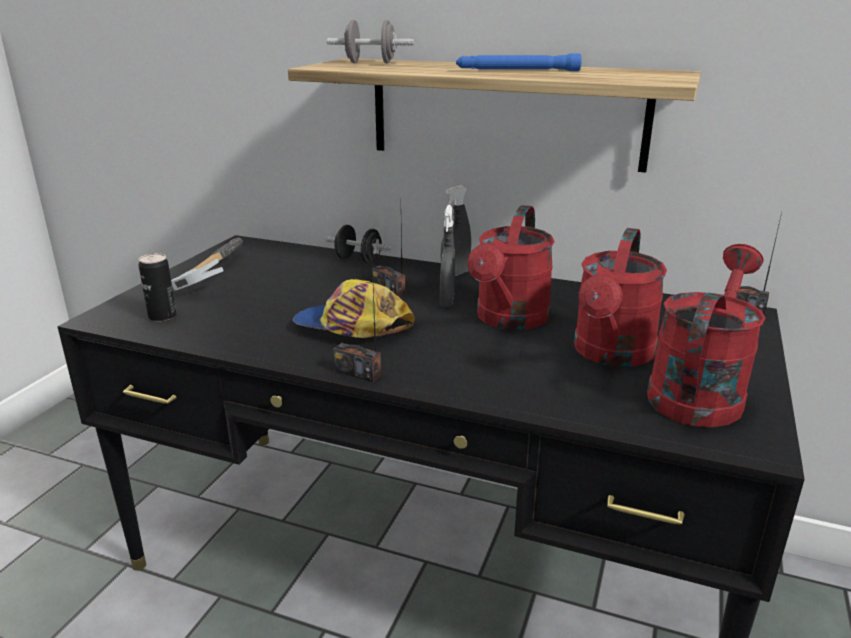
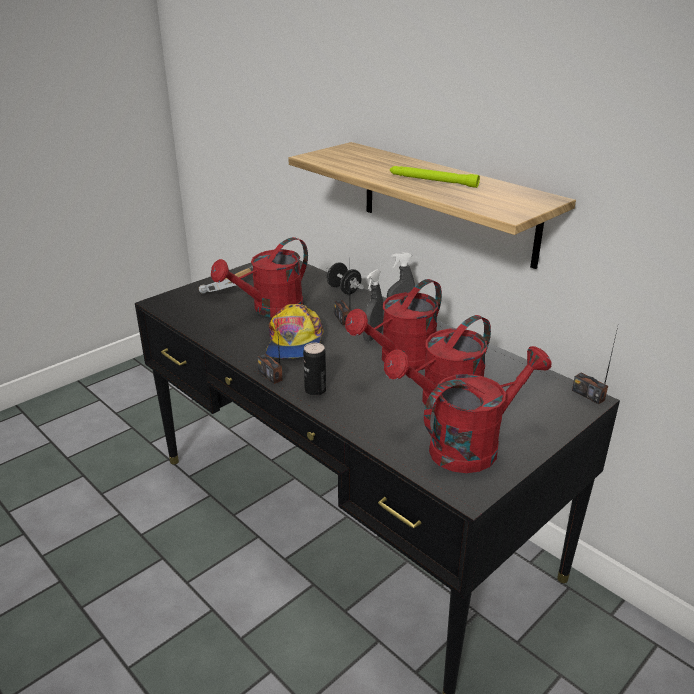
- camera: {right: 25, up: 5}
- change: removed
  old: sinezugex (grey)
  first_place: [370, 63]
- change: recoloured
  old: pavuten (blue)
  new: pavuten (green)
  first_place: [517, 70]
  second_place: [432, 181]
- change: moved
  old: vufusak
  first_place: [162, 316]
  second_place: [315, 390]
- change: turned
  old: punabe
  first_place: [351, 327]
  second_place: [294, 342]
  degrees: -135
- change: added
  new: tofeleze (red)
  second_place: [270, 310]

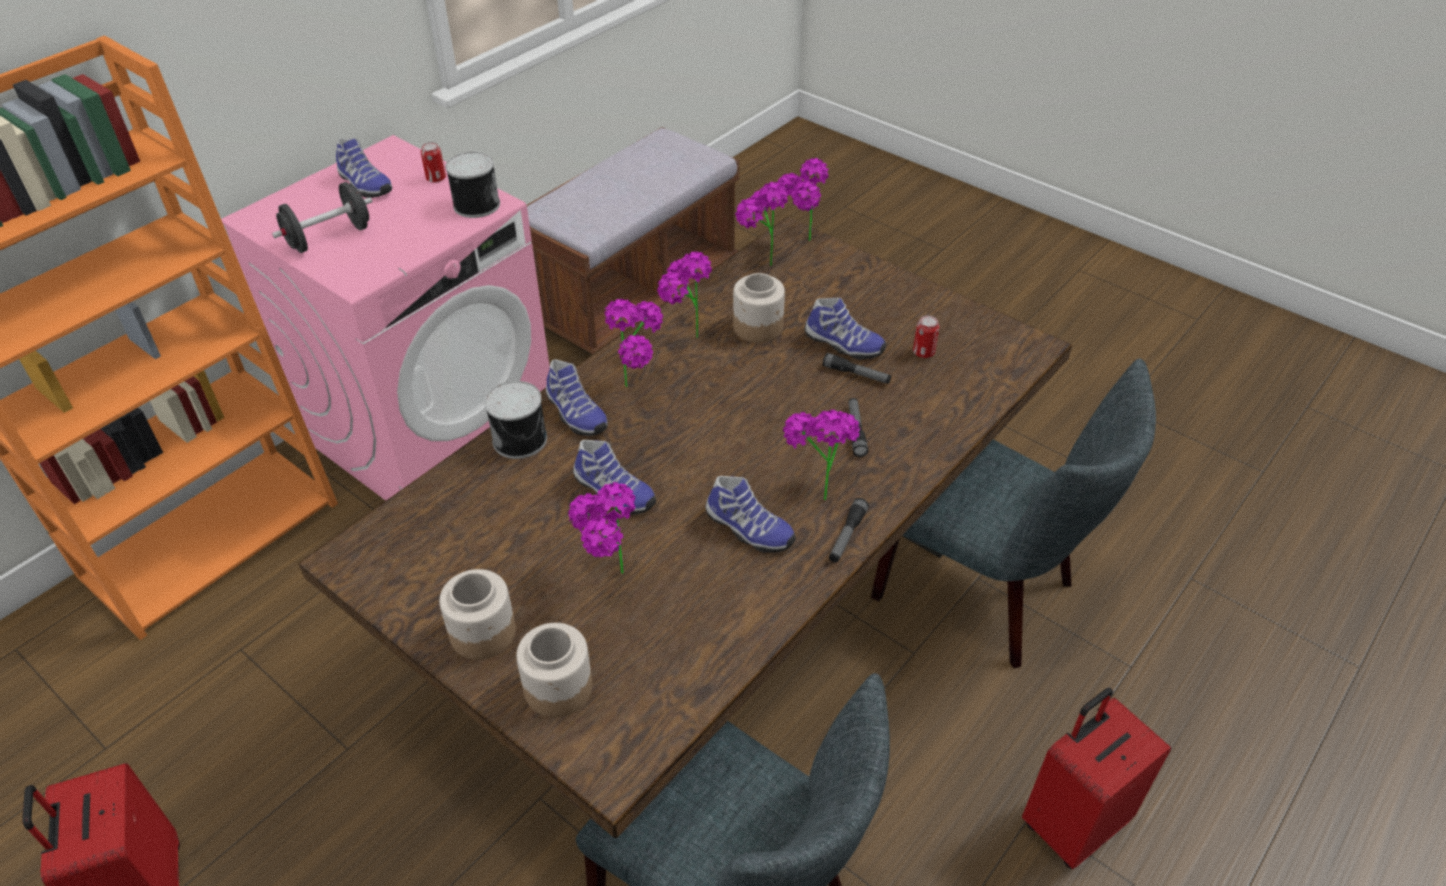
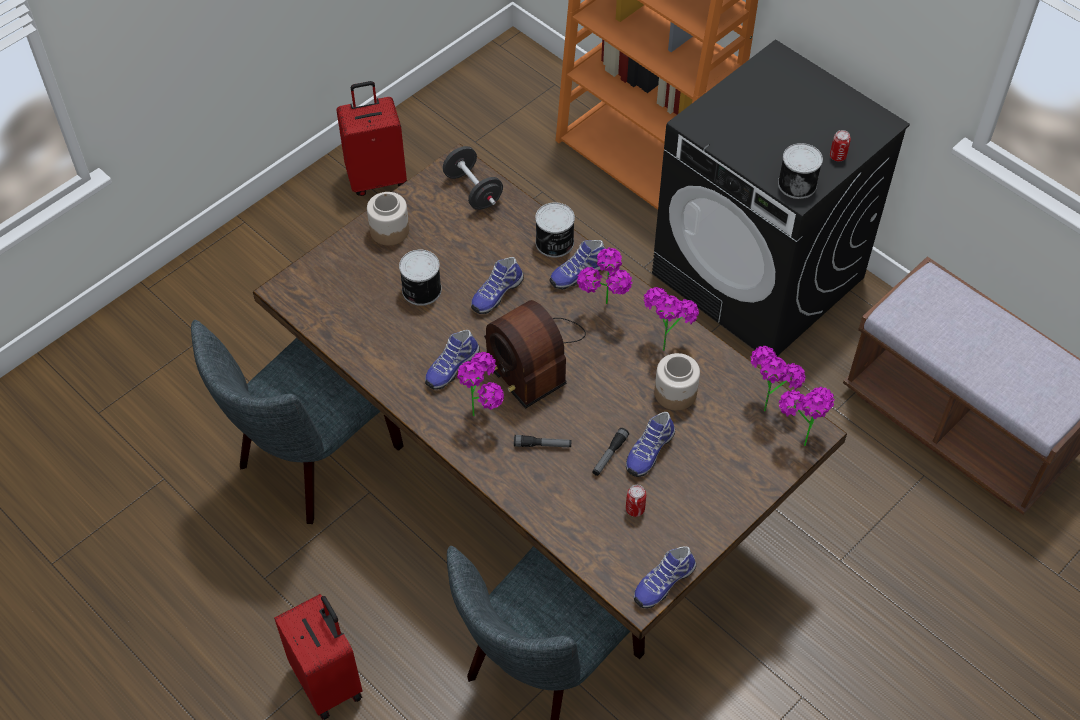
- camera: {right: 95, up: 10}
- change: recoloured
  old: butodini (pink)
  new: butodini (black)
  first_place: [432, 427]
  second_place: [759, 276]
- change: moved
  old: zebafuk
  first_place: [363, 185]
  second_place: [663, 582]
- change: moved
  old: sinezugex (black)
  first_place: [329, 237]
  second_place: [473, 190]
- change: replaced
  old: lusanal
  new: vufusak
  first_place: [608, 579]
  second_place: [420, 290]
- change: removed
  old: pavuten
  first_place: [847, 536]
- change: removed
  old: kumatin
  first_place: [559, 687]
- change: added
  new: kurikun
  second_place: [532, 356]

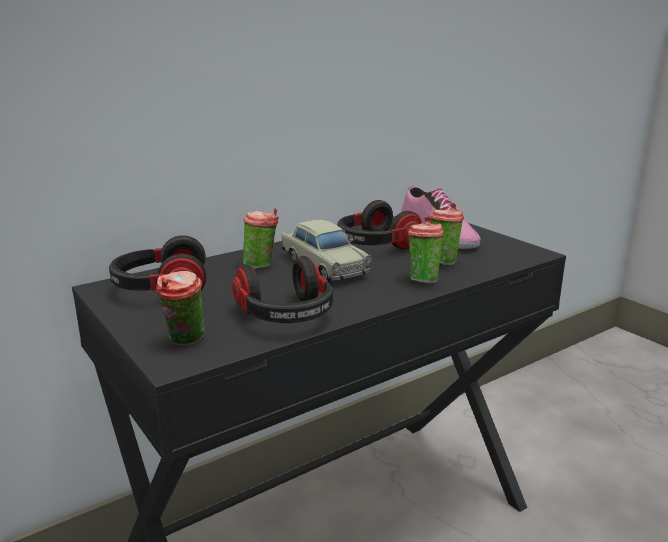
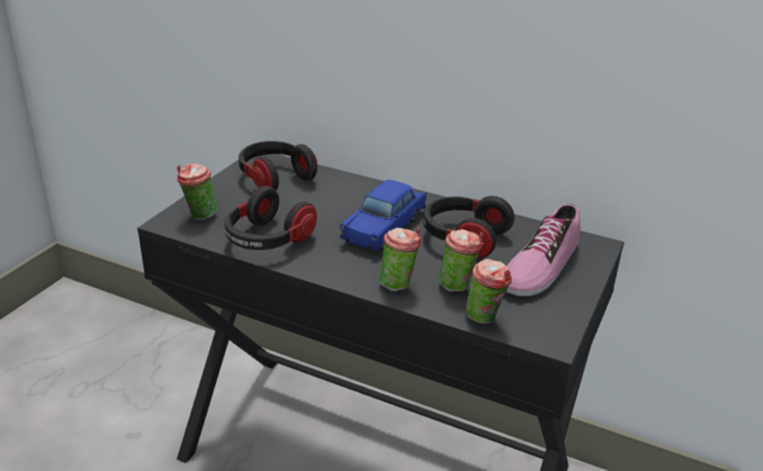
- camera: {right: 60, up: 10}
- change: moved
  old: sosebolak
  first_place: [261, 265]
  second_place: [486, 318]
- change: recoloured
  old: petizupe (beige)
  new: petizupe (blue)
  first_place: [324, 265]
  second_place: [385, 227]

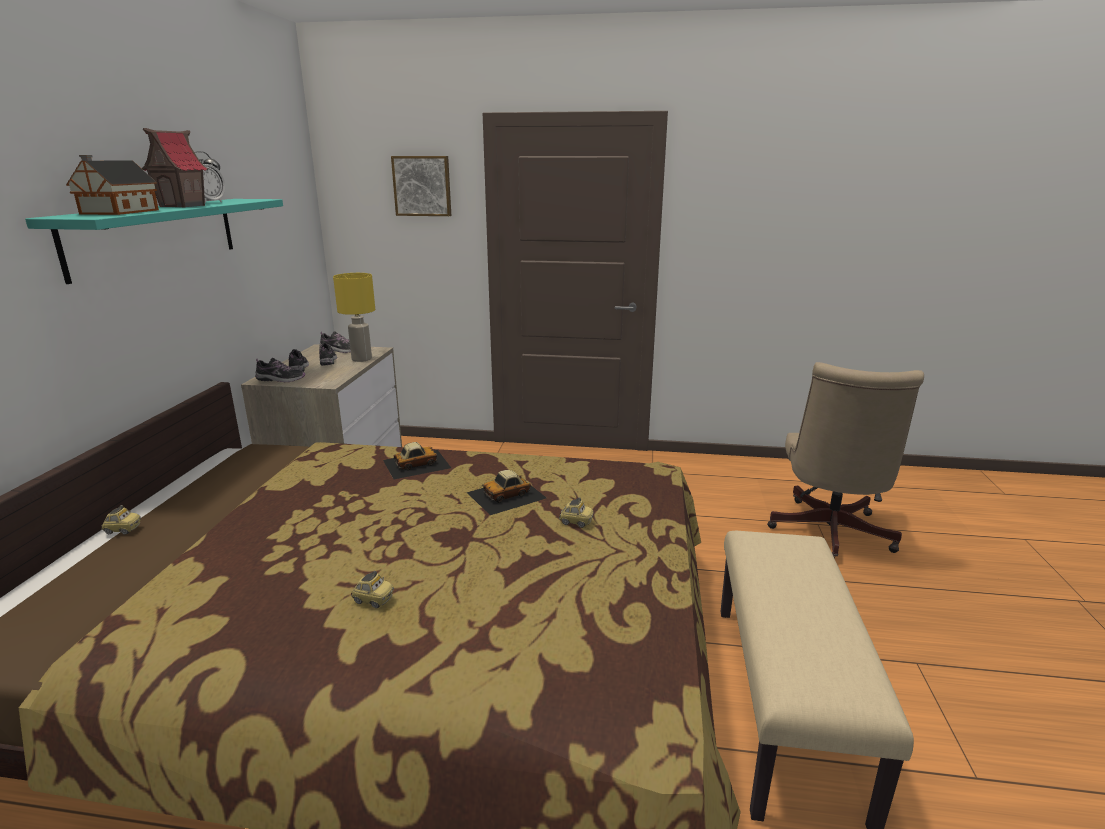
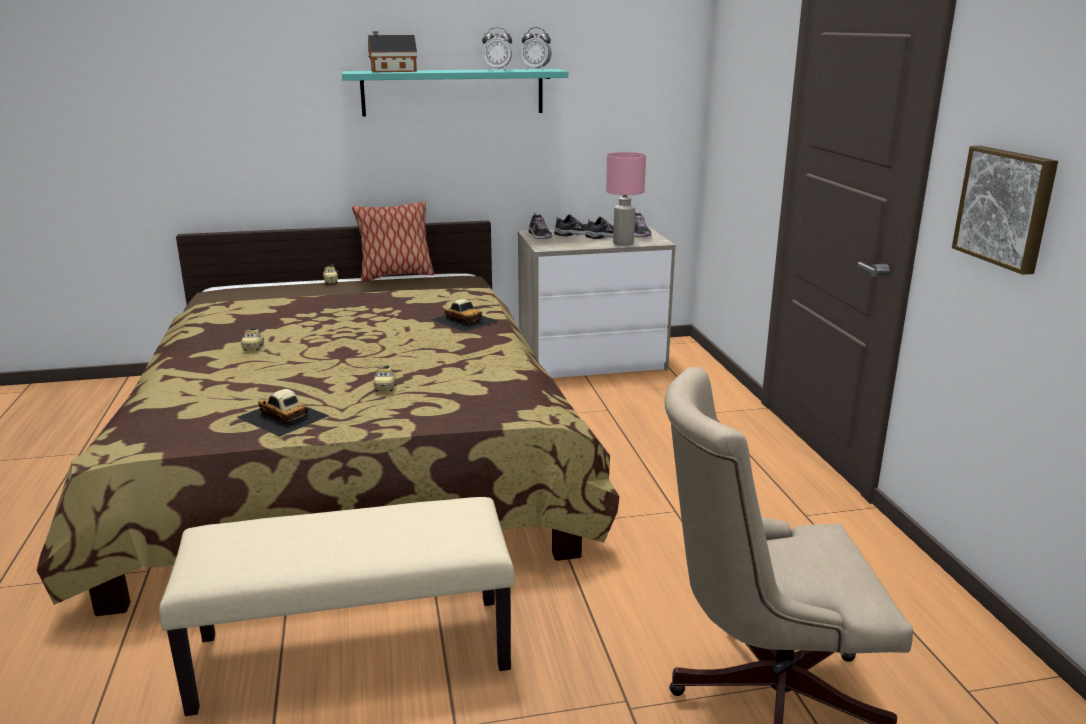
- camera: {right: 70, up: 0}
- change: removed
  old: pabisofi
  first_place: [183, 206]
- change: moved
  old: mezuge
  first_place: [422, 186]
  second_place: [1006, 207]
- change: recoloured
  old: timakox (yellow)
  new: timakox (pink)
  first_place: [362, 359]
  second_place: [623, 243]
- change: moved
  old: petizupe
  first_place: [507, 495]
  second_place: [282, 416]
- change: added
  new: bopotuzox
  second_place: [536, 69]
- change: added
  new: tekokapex
  second_place: [396, 276]

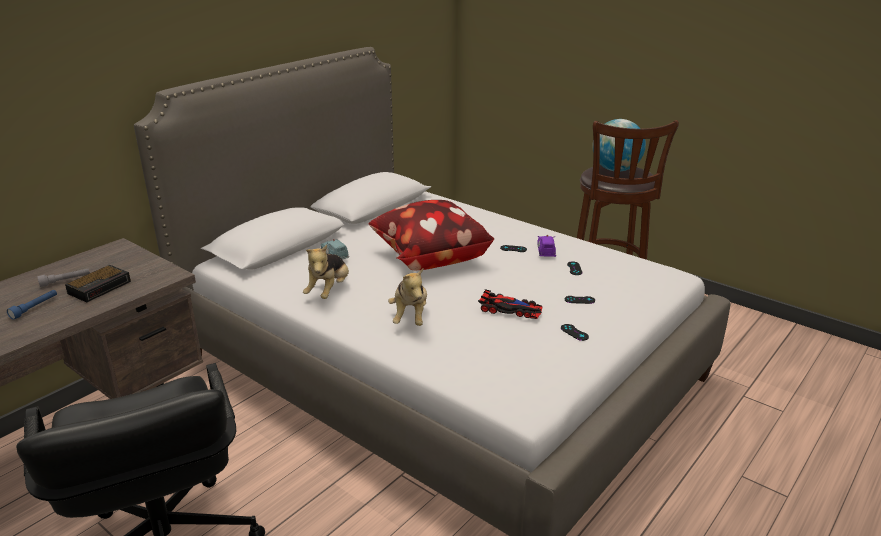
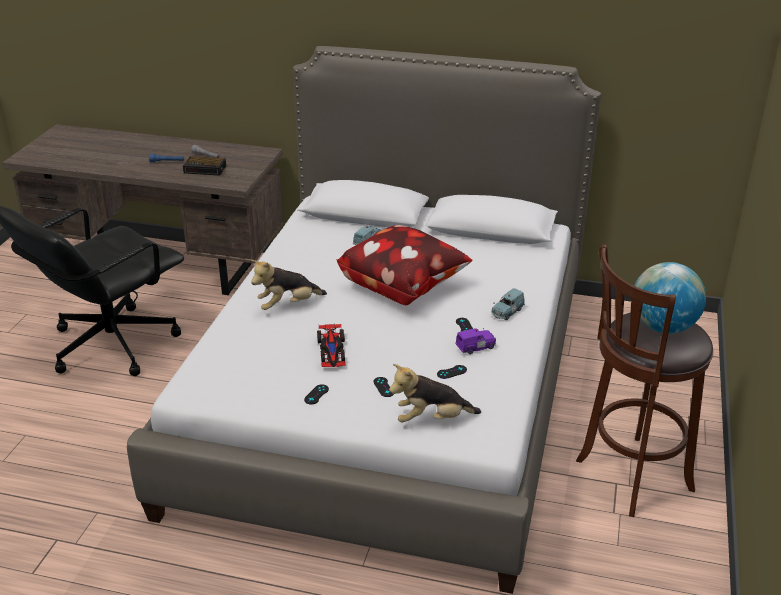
- camera: {right: 65, up: 5}
- change: moved
  old: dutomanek
  first_place: [329, 291]
  second_place: [432, 419]
- change: added
  new: petizupe (blue)
  second_place: [507, 312]

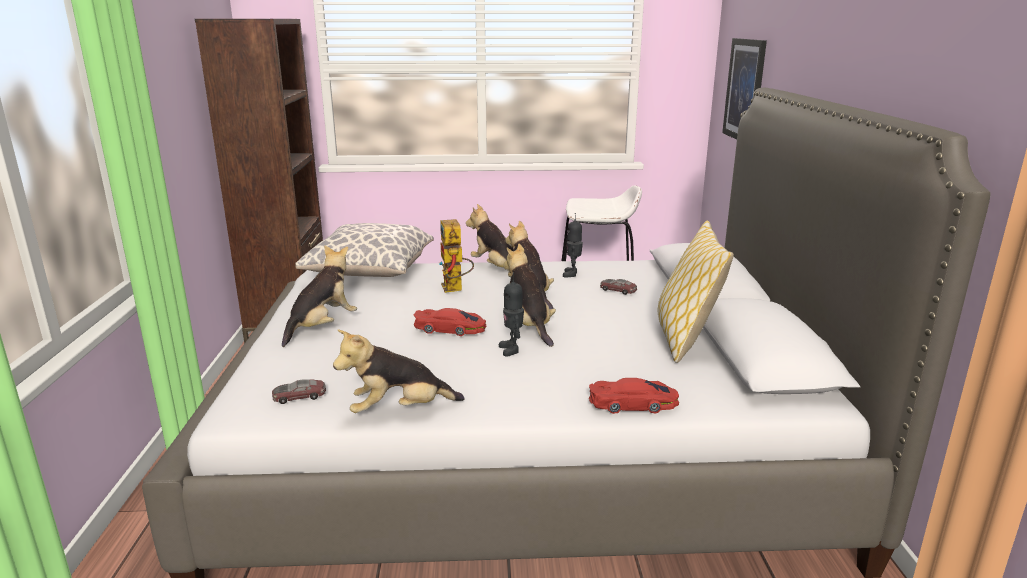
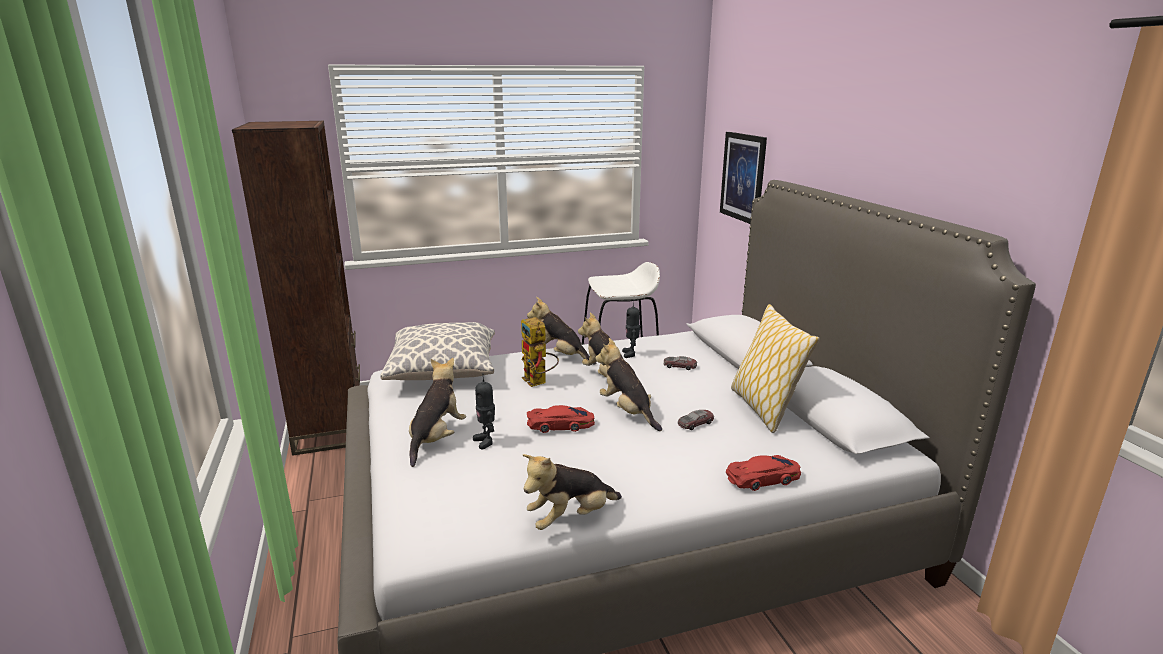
- camera: {right: -15, up: 0}
- change: moved
  old: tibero
  first_place: [512, 349]
  second_place: [486, 441]
- change: moved
  old: petizupe
  first_place: [299, 396]
  second_place: [695, 423]

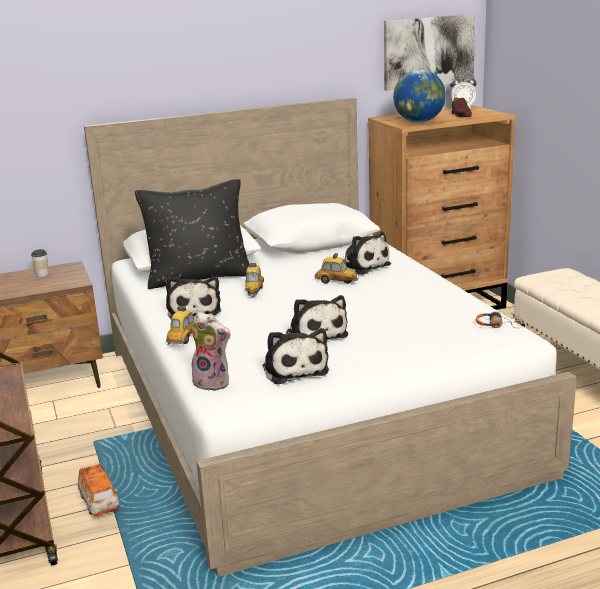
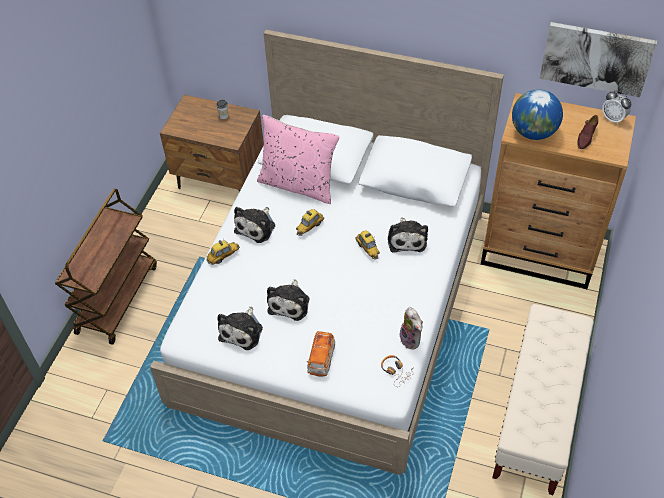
- camera: {right: 40, up: 30}
- change: recoloured
  old: tekokapex (black)
  new: tekokapex (pink)
  first_place: [198, 277]
  second_place: [298, 184]
- change: moved
  old: dutomanek
  first_place: [213, 382]
  second_place: [412, 339]
- change: moved
  old: petizupe
  first_place: [99, 503]
  second_place: [321, 359]

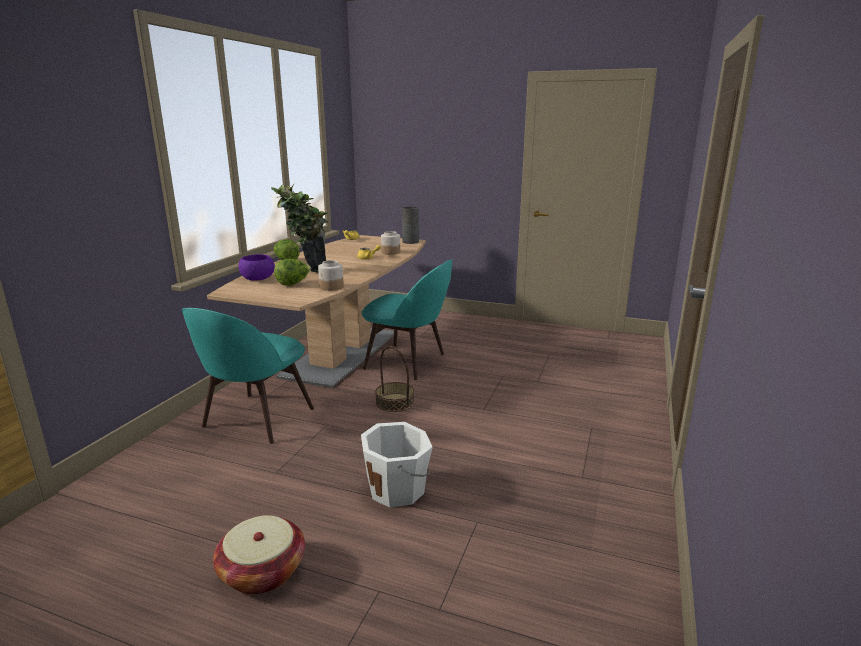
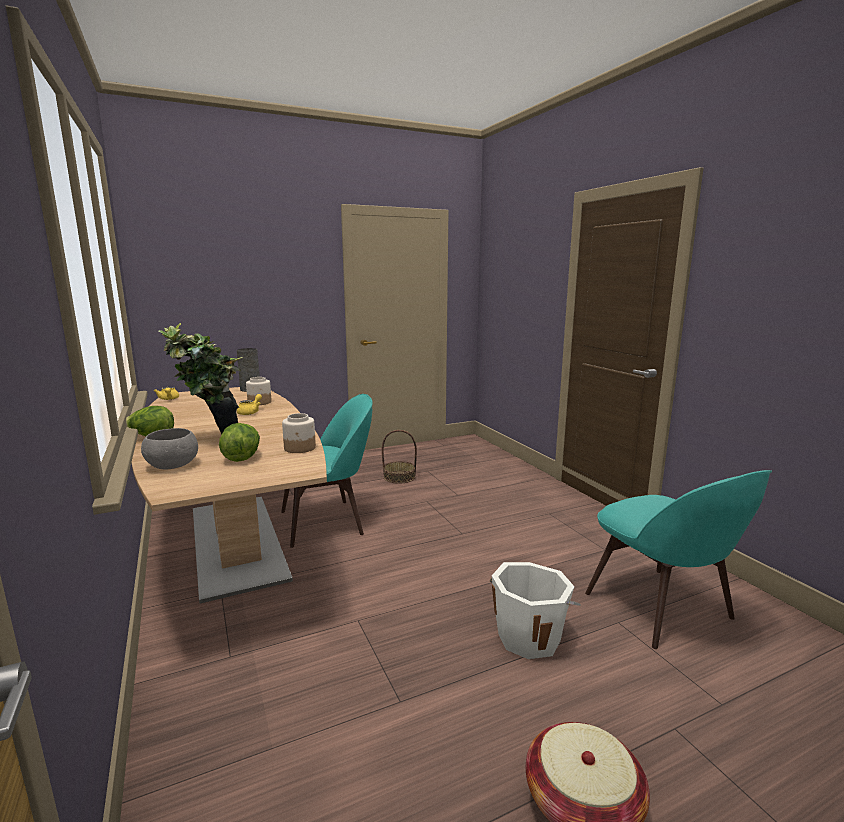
- camera: {right: -45, up: -5}
- change: recoloured
  old: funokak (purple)
  new: funokak (grey)
  first_place: [257, 279]
  second_place: [172, 465]
- change: moved
  old: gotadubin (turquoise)
  first_place: [256, 419]
  second_place: [662, 609]
- change: moved
  old: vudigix
  first_place: [395, 402]
  second_place: [399, 477]

